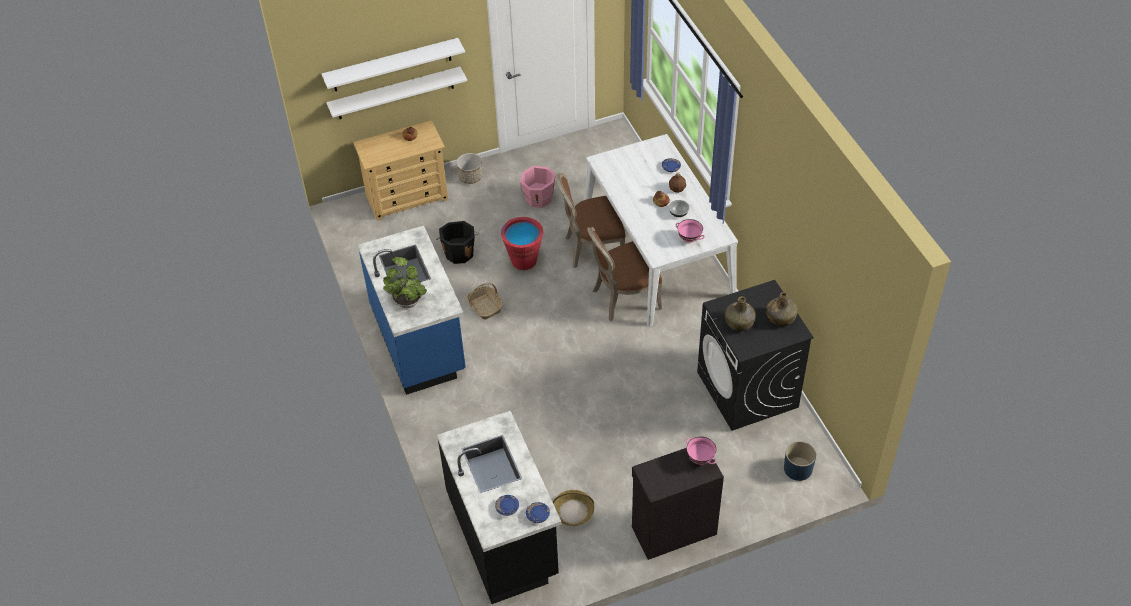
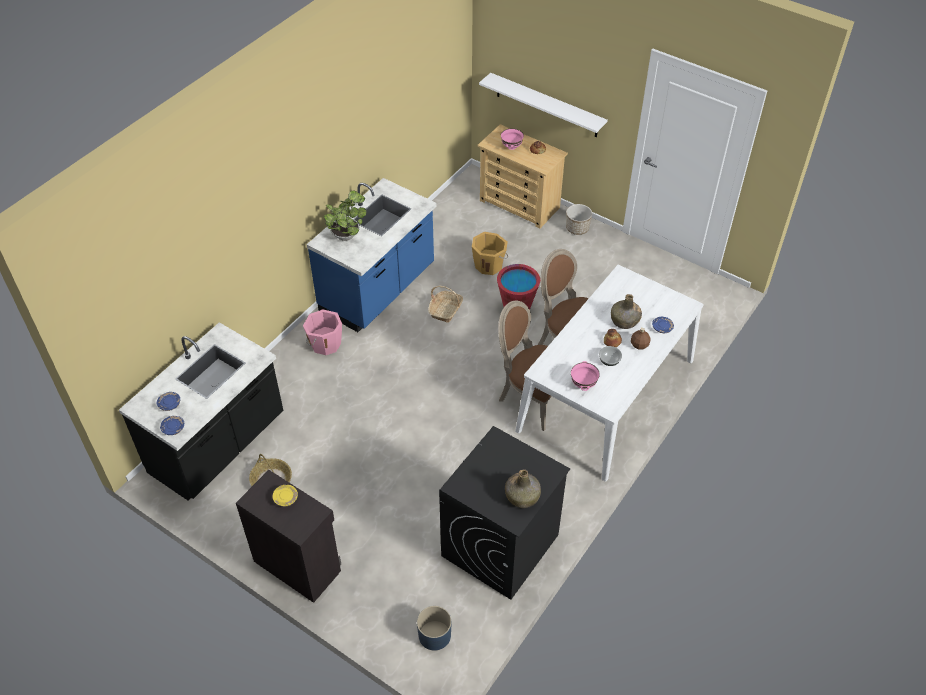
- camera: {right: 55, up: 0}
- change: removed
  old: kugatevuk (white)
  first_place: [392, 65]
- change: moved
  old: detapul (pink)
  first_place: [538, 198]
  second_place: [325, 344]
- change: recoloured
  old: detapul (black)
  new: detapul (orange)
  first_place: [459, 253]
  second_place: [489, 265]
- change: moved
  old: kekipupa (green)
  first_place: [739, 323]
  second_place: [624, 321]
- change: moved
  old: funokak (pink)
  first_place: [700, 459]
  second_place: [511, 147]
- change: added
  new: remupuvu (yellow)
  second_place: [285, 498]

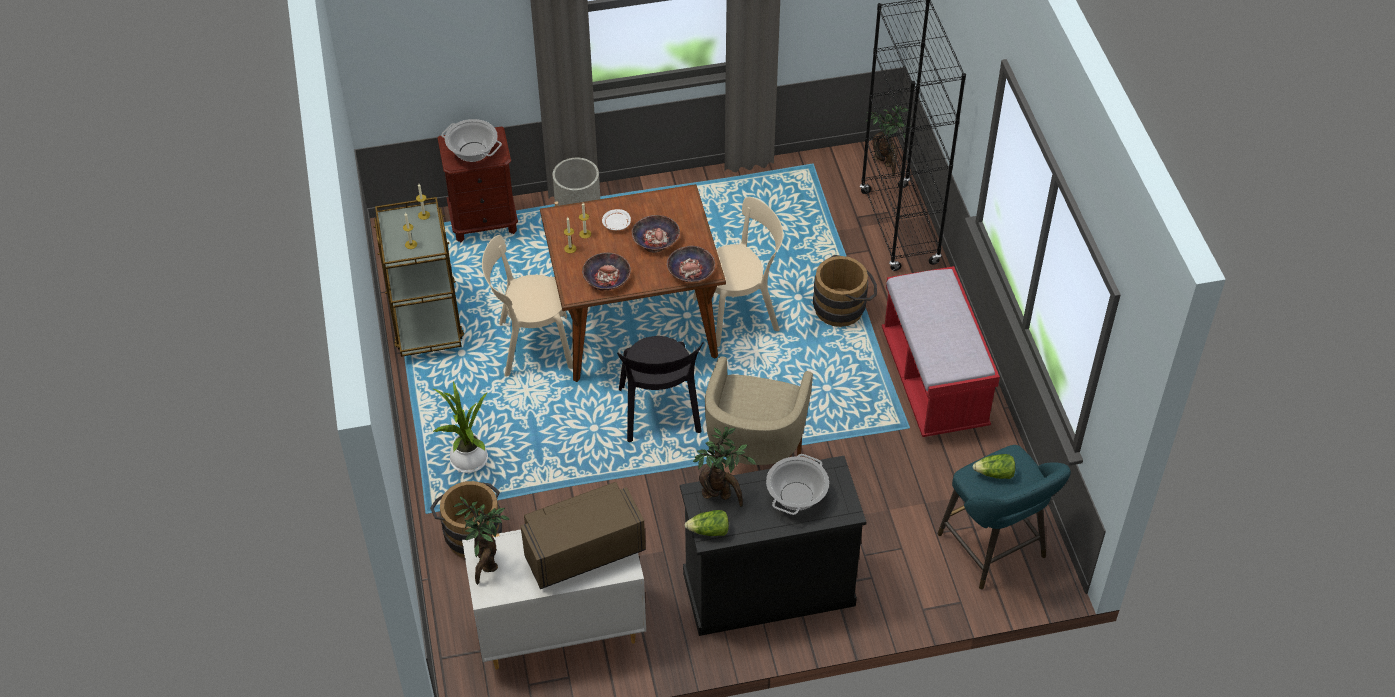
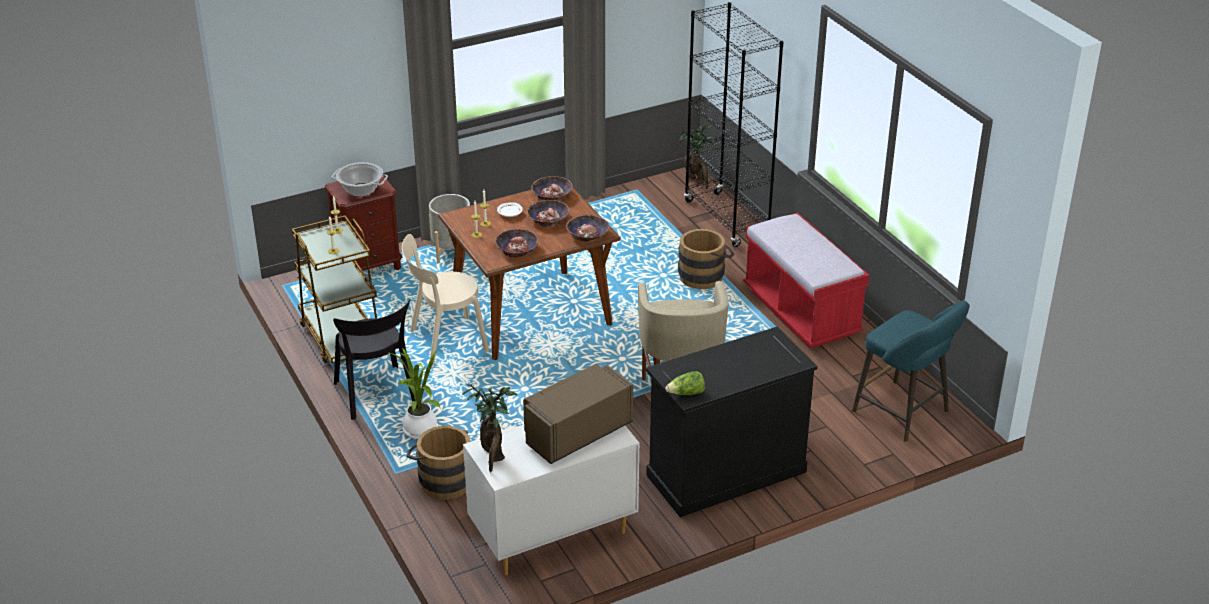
- camera: {right: -15, up: -15}
- change: removed
  old: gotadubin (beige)
  first_place: [740, 313]
- change: moved
  old: gotadubin (black)
  first_place: [660, 414]
  second_place: [376, 395]
- change: removed
  old: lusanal
  first_place: [720, 496]
- change: removed
  old: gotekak
  first_place: [796, 496]
- change: removed
  old: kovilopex
  first_place: [995, 474]
- change: added
  new: funokak
  second_place: [552, 194]

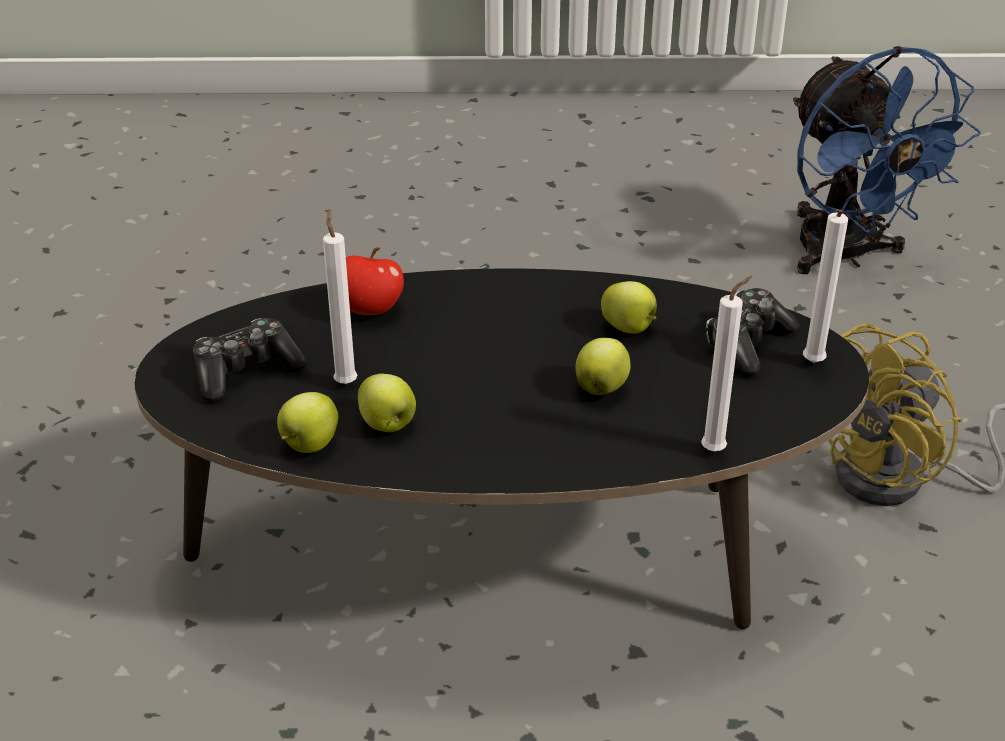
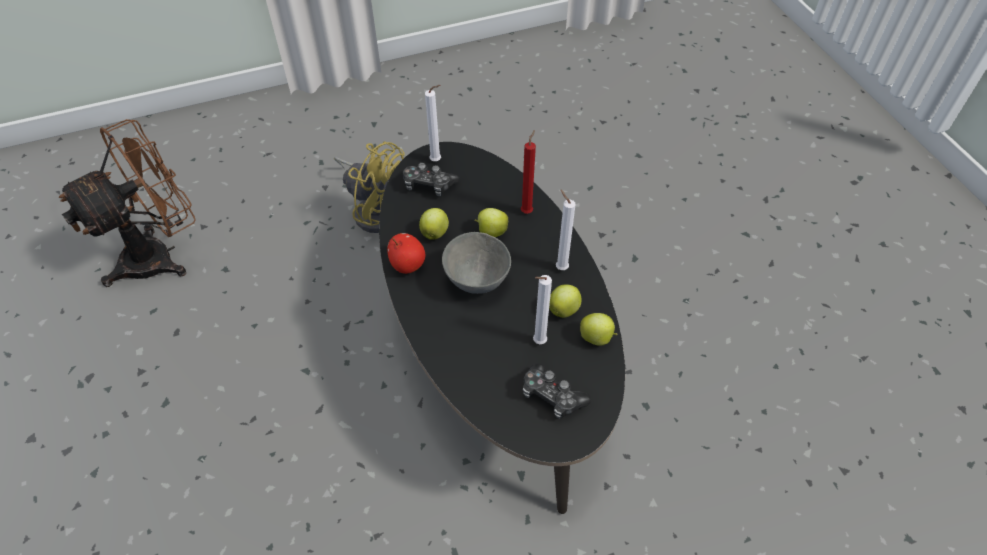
- camera: {right: -110, up: 15}
- change: recoloured
  old: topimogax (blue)
  new: topimogax (brown)
  first_place: [846, 256]
  second_place: [161, 255]
- change: moved
  old: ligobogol
  first_place: [370, 309]
  second_place: [407, 264]
- change: moved
  old: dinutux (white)
  first_place: [716, 450]
  second_place: [560, 267]
- change: added
  new: dinutux (red)
  second_place: [527, 211]
- change: added
  new: funokak (grey)
  second_place: [476, 282]

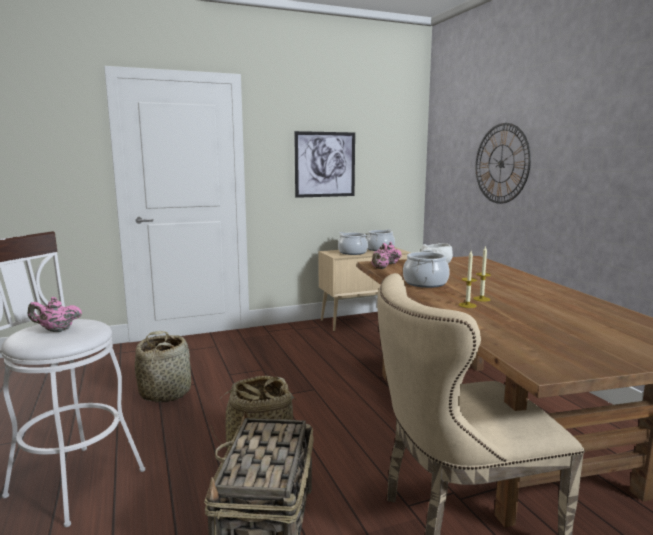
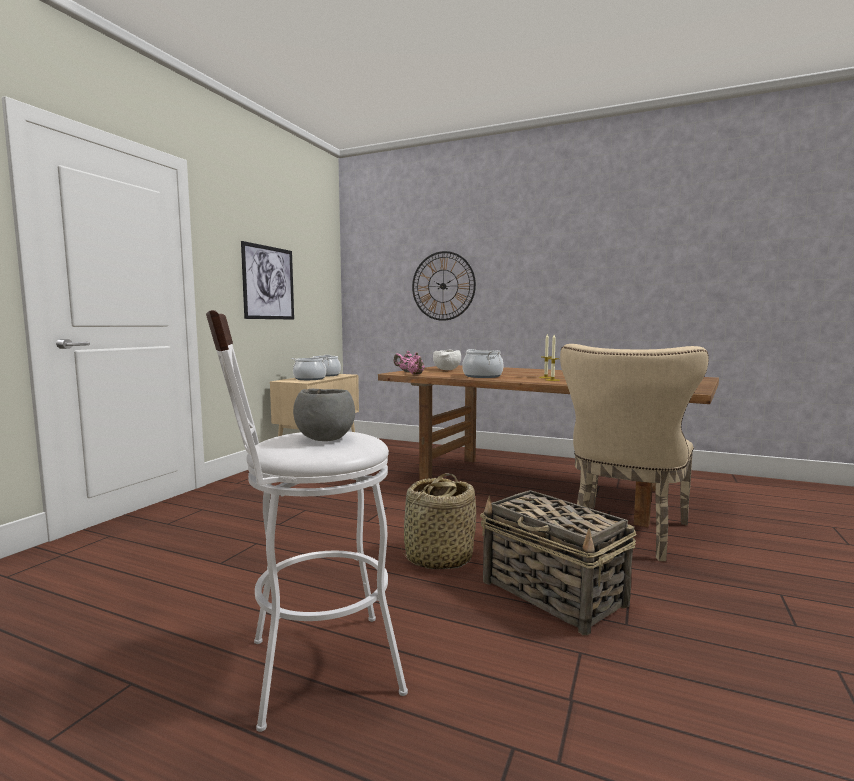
- camera: {right: -45, up: -5}
- change: replaced
  old: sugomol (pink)
  new: funokak (grey)
  first_place: [56, 330]
  second_place: [325, 439]
- change: removed
  old: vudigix
  first_place: [166, 392]

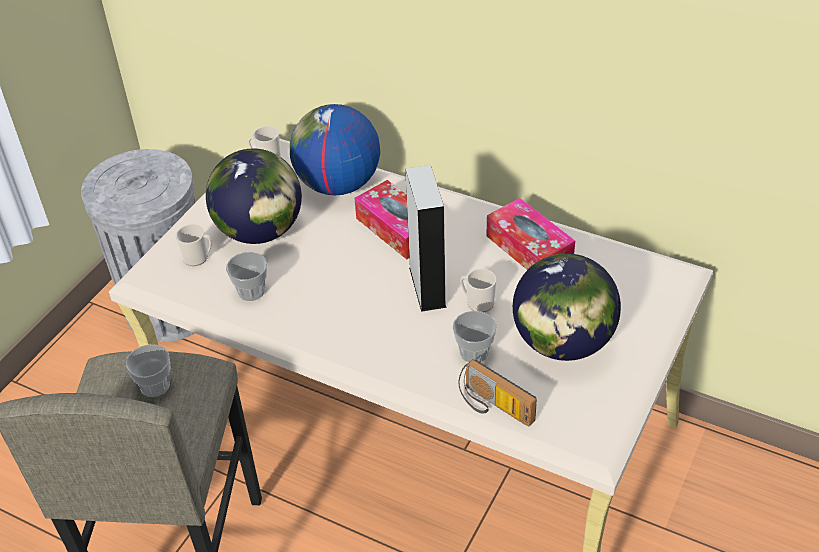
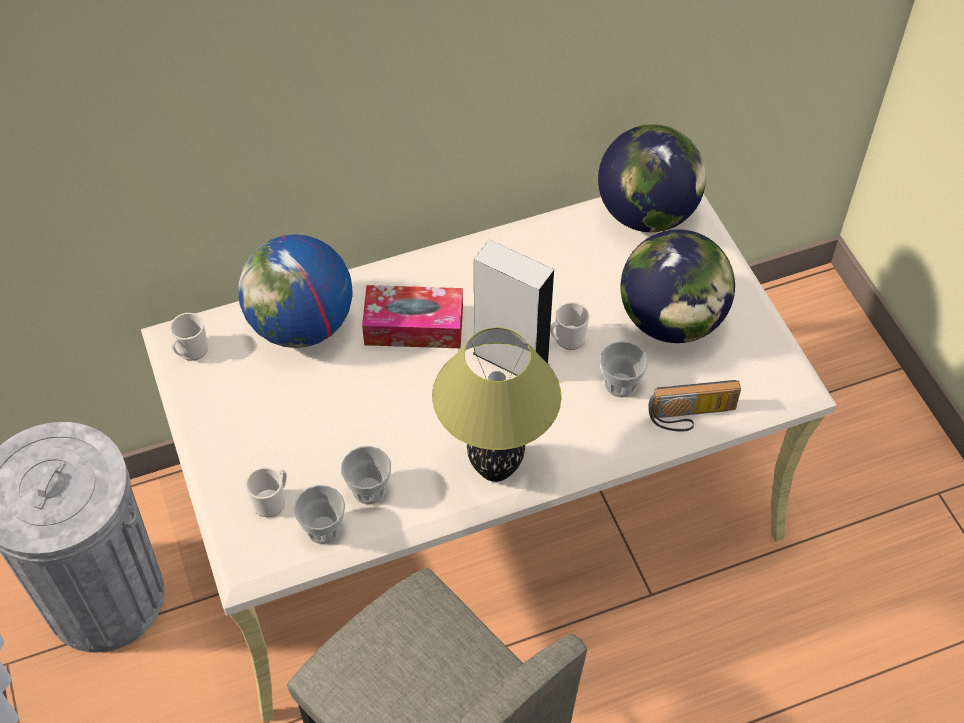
- camera: {right: -50, up: 10}
- change: moved
  old: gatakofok
  first_place: [260, 231]
  second_place: [647, 214]
- change: removed
  old: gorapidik
  first_place: [529, 248]
- change: moved
  old: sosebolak
  first_place: [155, 385]
  second_place: [323, 529]
- change: added
  new: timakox
  second_place: [495, 468]

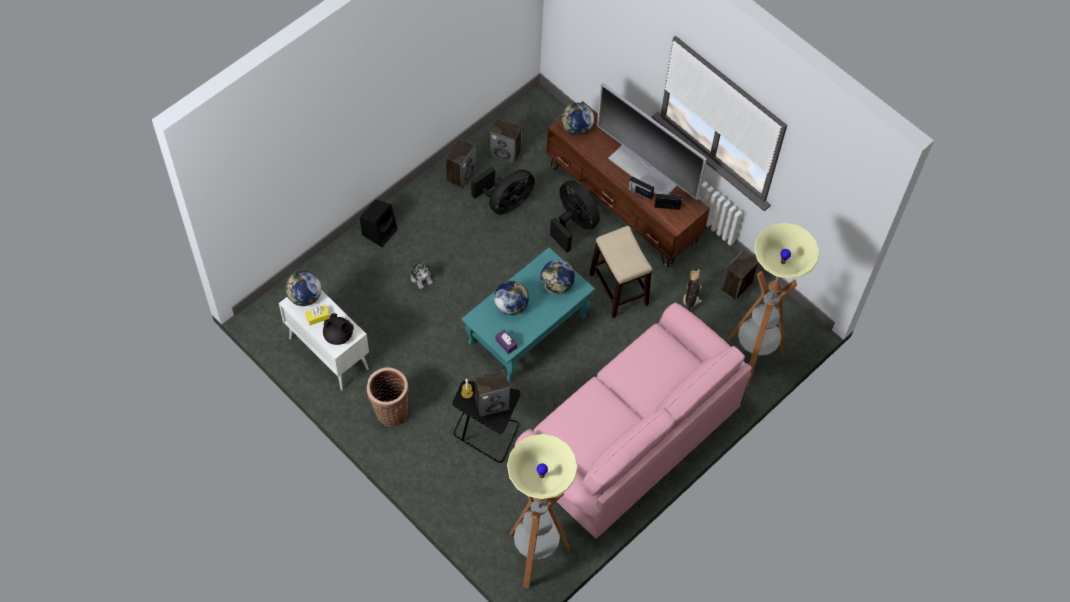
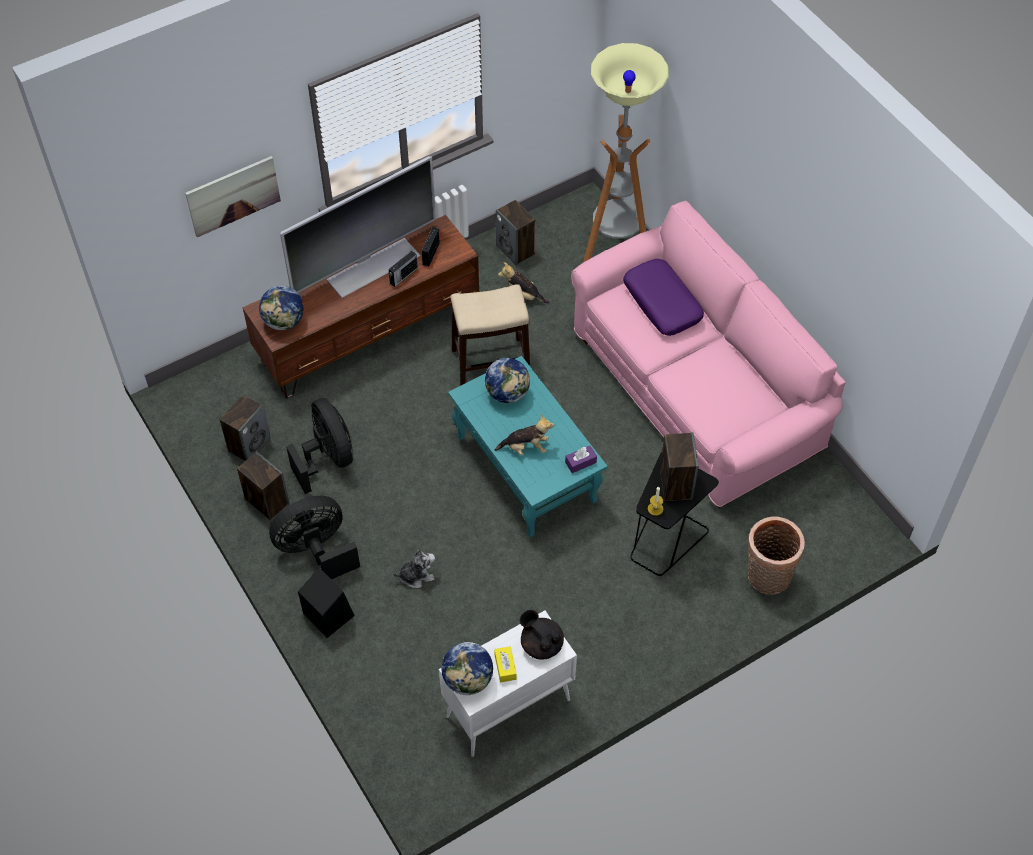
- camera: {right: -75, up: -5}
- change: moved
  old: topimogax (black)
  first_place: [573, 224]
  second_place: [316, 550]
- change: replaced
  old: gatakofok
  new: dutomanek
  first_place: [511, 306]
  second_place: [526, 448]
- change: turned
  old: sugomol (black)
  first_place: [339, 336]
  second_place: [541, 644]
  degrees: -90
- change: moved
  old: vudigix
  first_place: [390, 411]
  second_place: [766, 578]
- change: removed
  old: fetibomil
  first_place: [535, 556]
- change: added
  new: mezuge
  second_place: [233, 195]
- change: added
  new: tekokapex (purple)
  second_place: [662, 303]

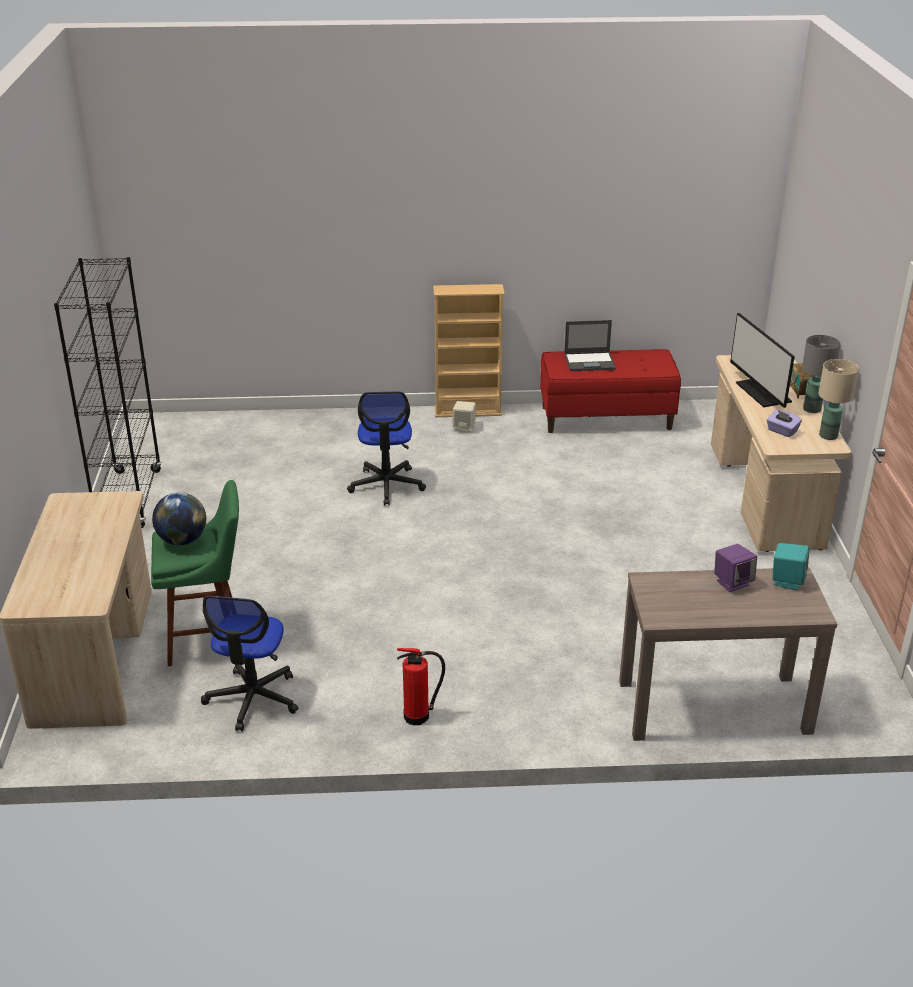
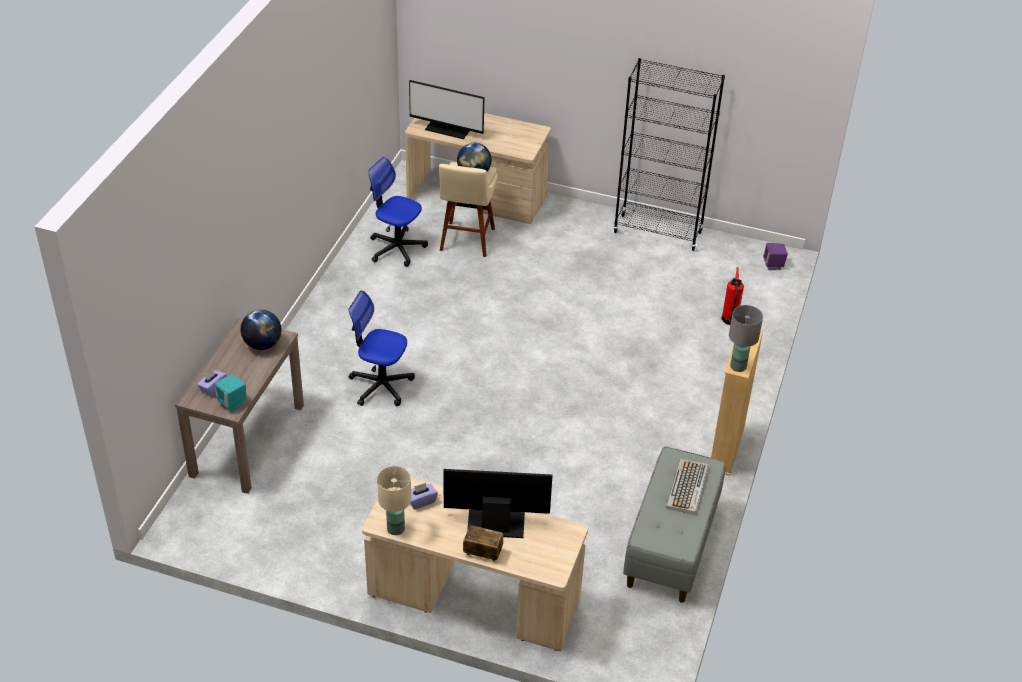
- camera: {right: 110, up: 10}
- change: replaced
  old: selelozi
  new: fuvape
  first_place: [590, 362]
  second_place: [688, 488]
- change: moved
  old: timakox (grey)
  first_place: [811, 409]
  second_place: [738, 366]
- change: recoloured
  old: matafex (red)
  new: matafex (grey)
  first_place: [606, 418]
  second_place: [671, 545]
- change: moved
  old: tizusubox
  first_place: [386, 485]
  second_place: [381, 385]
- change: removed
  old: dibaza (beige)
  first_place: [464, 427]
- change: recoloured
  old: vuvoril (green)
  new: vuvoril (beige)
  first_place: [209, 639]
  second_place: [466, 241]
- change: moved
  old: dibaza (purple)
  first_place: [732, 582]
  second_place: [773, 265]
- change: moved
  old: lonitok
  first_place: [419, 716]
  second_place: [729, 320]
- change: added
  new: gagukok
  second_place: [448, 128]
- change: added
  new: gatakofok
  second_place: [262, 344]
- change: added
  new: gorapidik (purple)
  second_place: [212, 388]

